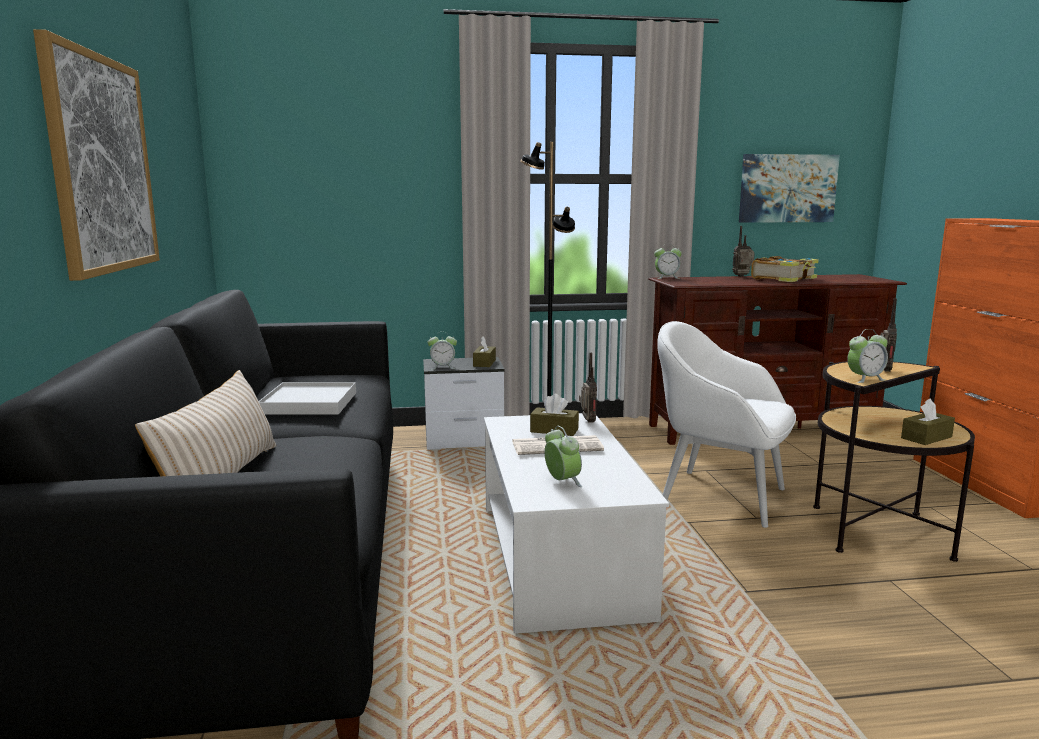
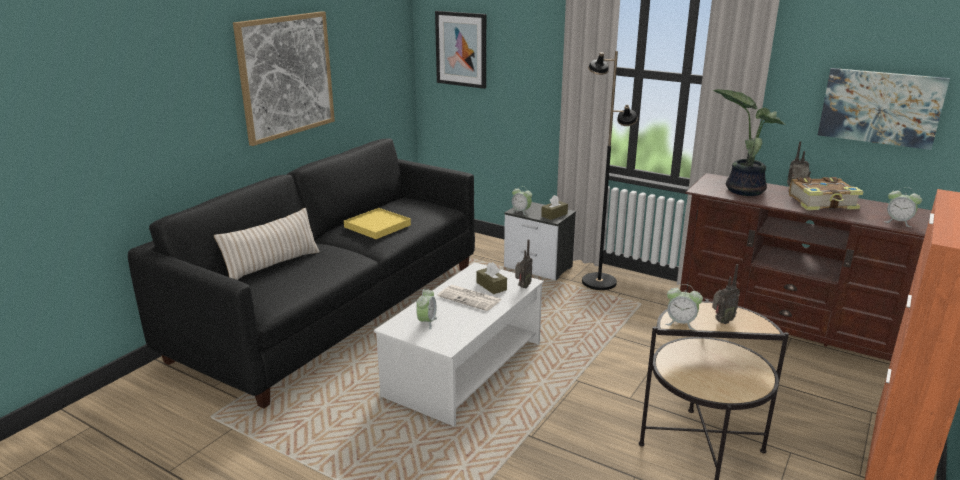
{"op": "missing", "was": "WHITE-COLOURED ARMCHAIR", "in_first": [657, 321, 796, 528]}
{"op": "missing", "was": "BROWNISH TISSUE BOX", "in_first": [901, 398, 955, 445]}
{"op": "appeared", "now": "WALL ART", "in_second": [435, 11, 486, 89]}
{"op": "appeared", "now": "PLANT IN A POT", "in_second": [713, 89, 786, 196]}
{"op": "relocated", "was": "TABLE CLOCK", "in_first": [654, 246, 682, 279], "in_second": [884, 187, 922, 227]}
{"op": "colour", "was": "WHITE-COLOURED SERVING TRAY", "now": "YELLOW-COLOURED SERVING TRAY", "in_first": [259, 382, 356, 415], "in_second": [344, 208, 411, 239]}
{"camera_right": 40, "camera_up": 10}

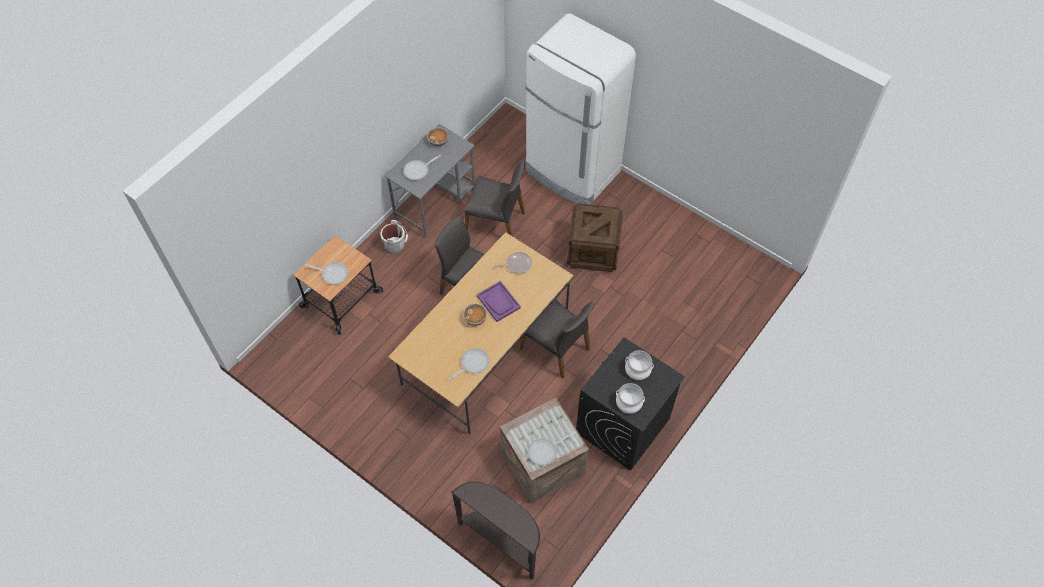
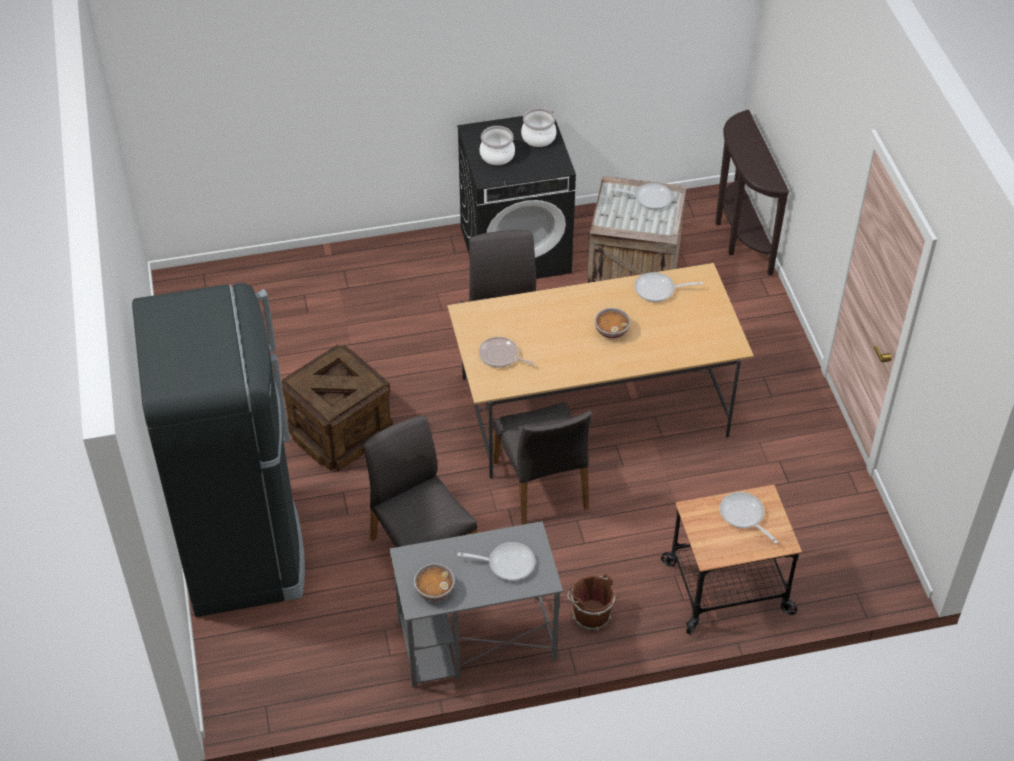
{"op": "missing", "was": "PURPLISH SERVING TRAY", "in_first": [477, 281, 521, 322]}
{"op": "colour", "was": "WHITE-COLOURED BUCKET", "now": "BROWNISH BUCKET", "in_first": [380, 220, 408, 254], "in_second": [568, 573, 615, 631]}
{"op": "colour", "was": "WHITE-COLOURED KITCHEN FRIDGE", "now": "BLACK-COLOURED KITCHEN FRIDGE", "in_first": [525, 13, 636, 204], "in_second": [132, 283, 305, 617]}
{"camera_right": -140, "camera_up": -10}

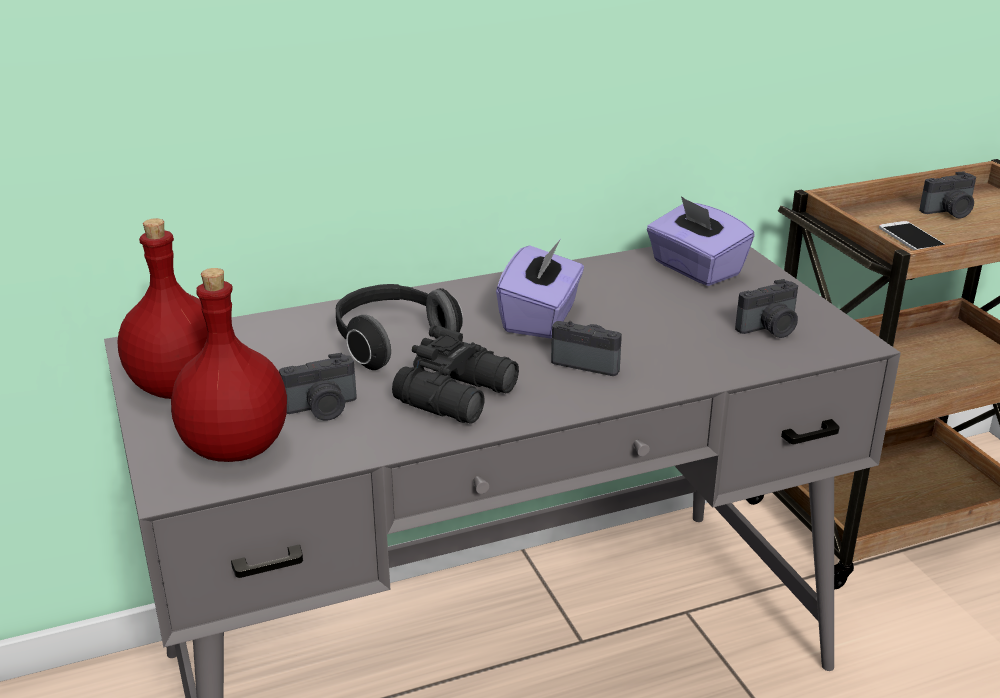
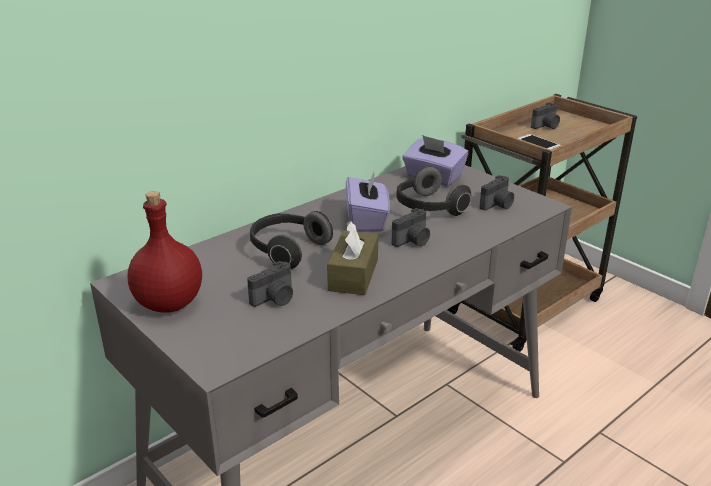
{"op": "missing", "was": "RED BOTTLE", "in_first": [171, 268, 287, 462]}
{"op": "appeared", "now": "PAIR OF HEADPHONES", "in_second": [396, 166, 471, 216]}
{"op": "exchanged", "was": "BLACK-COLOURED BINOCULARS", "now": "BROWNISH TISSUE BOX", "in_first": [392, 325, 519, 424], "in_second": [327, 220, 378, 295]}
{"op": "spun", "was": "PHOTO CAMERA", "in_first": [551, 321, 622, 376], "in_second": [392, 208, 430, 247], "clockwise": 135}
{"camera_right": -20, "camera_up": 0}

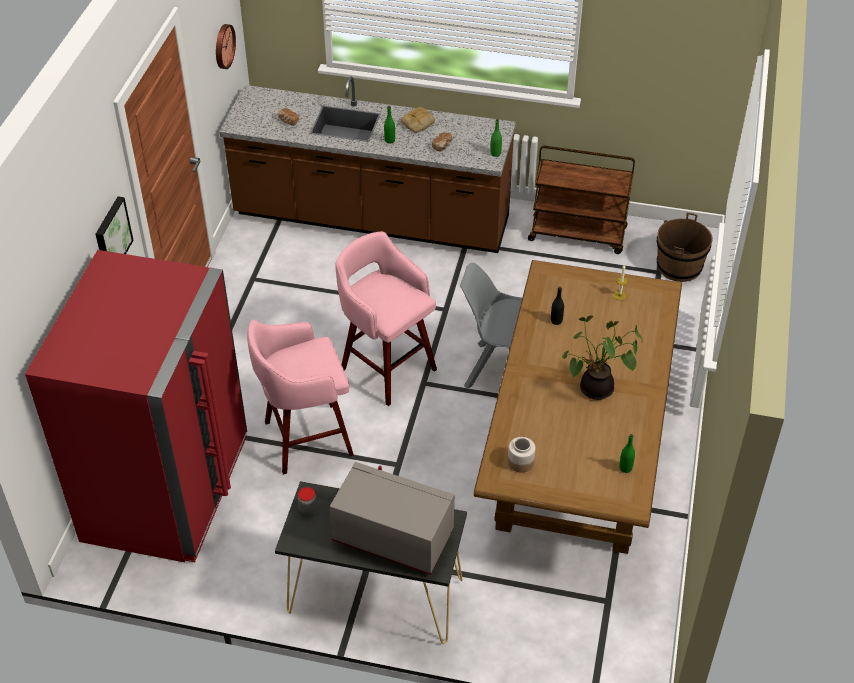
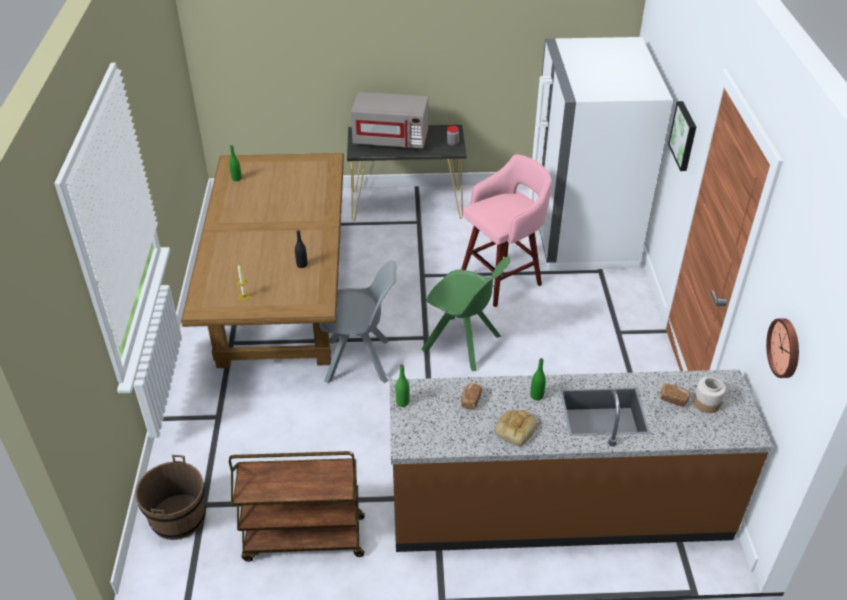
{"op": "missing", "was": "PLANT IN A POT", "in_first": [562, 315, 643, 400]}
{"op": "relocated", "was": "JAR", "in_first": [508, 437, 535, 473], "in_second": [693, 377, 726, 413]}
{"op": "exchanged", "was": "PINKISH STOOL", "now": "GREEN-COLOURED CHAIR", "in_first": [335, 231, 437, 406], "in_second": [422, 257, 510, 371]}
{"op": "colour", "was": "RED KITCHEN FRIDGE", "now": "WHITE-COLOURED KITCHEN FRIDGE", "in_first": [25, 250, 247, 562], "in_second": [529, 37, 673, 270]}
{"camera_right": 165, "camera_up": -5}

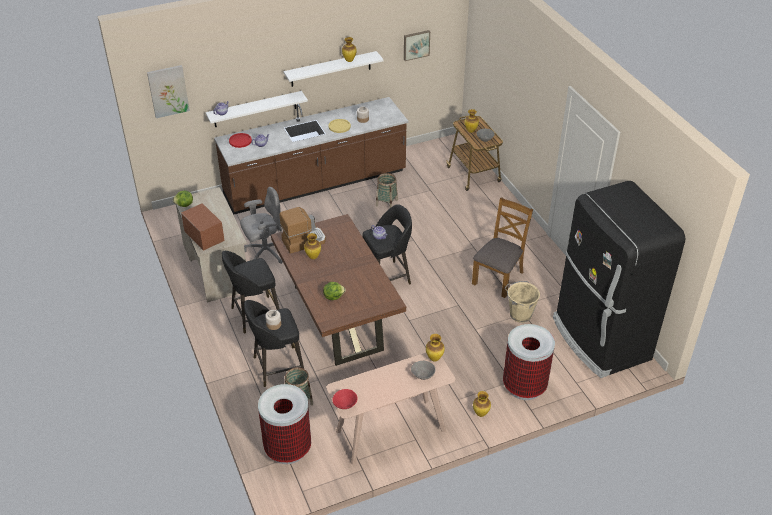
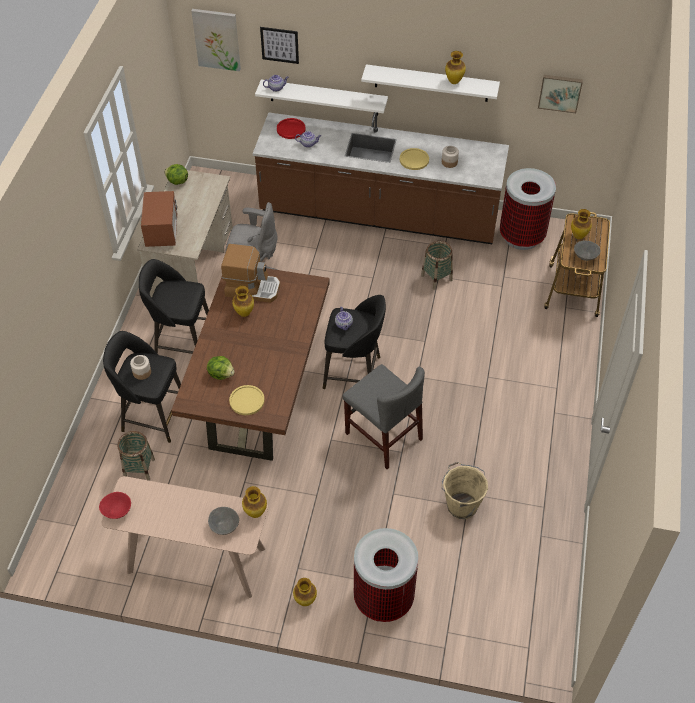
{"op": "missing", "was": "BROWNISH CHAIR", "in_first": [472, 197, 533, 298]}
{"op": "missing", "was": "BLACK-COLOURED KITCHEN FRIDGE", "in_first": [553, 181, 685, 378]}
{"op": "appeared", "now": "YELLOW-COLOURED DINNER PLATE", "in_second": [229, 385, 265, 415]}
{"op": "appeared", "now": "WALL ART", "in_second": [260, 27, 299, 64]}
{"op": "appeared", "now": "GREY CHAIR", "in_second": [343, 364, 425, 469]}
{"op": "relocated", "was": "TRASH CAN", "in_first": [258, 384, 311, 464], "in_second": [500, 168, 556, 250]}
{"camera_right": 35, "camera_up": 10}

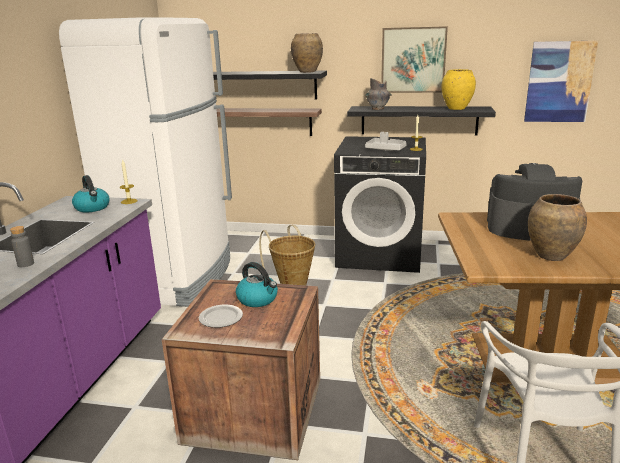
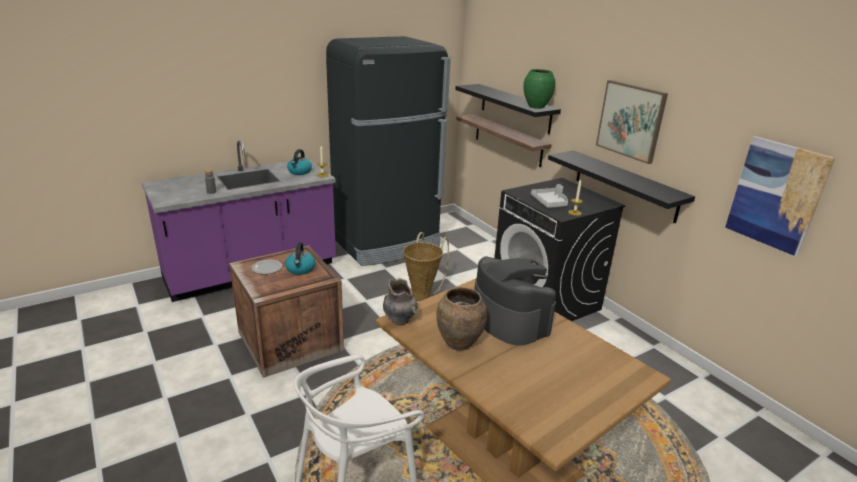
{"op": "missing", "was": "YELLOW-COLOURED VASE", "in_first": [442, 69, 476, 110]}
{"op": "relocated", "was": "GREY VASE", "in_first": [365, 78, 392, 110], "in_second": [383, 278, 418, 325]}
{"op": "colour", "was": "WHITE-COLOURED KITCHEN FRIDGE", "now": "BLACK-COLOURED KITCHEN FRIDGE", "in_first": [59, 17, 232, 307], "in_second": [326, 36, 451, 266]}
{"op": "colour", "was": "BROWNISH VASE", "now": "GREEN-COLOURED VASE", "in_first": [291, 33, 323, 73], "in_second": [523, 69, 555, 109]}
{"camera_right": 45, "camera_up": 5}

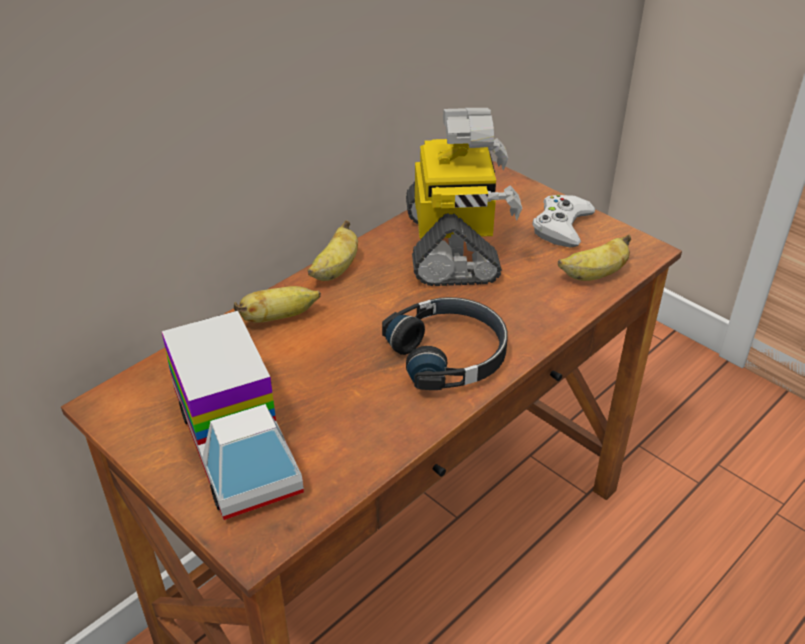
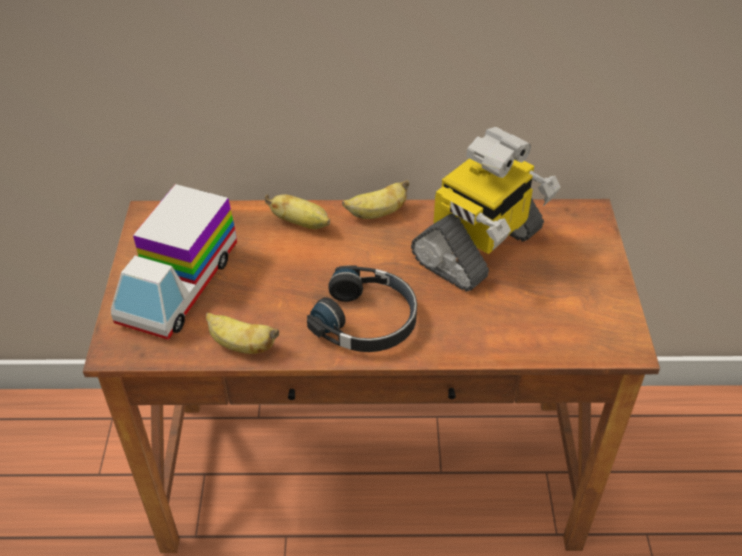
{"op": "missing", "was": "WHITE-COLOURED GAMEPAD", "in_first": [533, 195, 595, 248]}
{"op": "relocated", "was": "BANANA FRUIT", "in_first": [558, 234, 631, 281], "in_second": [206, 312, 279, 354]}
{"camera_right": 45, "camera_up": 5}

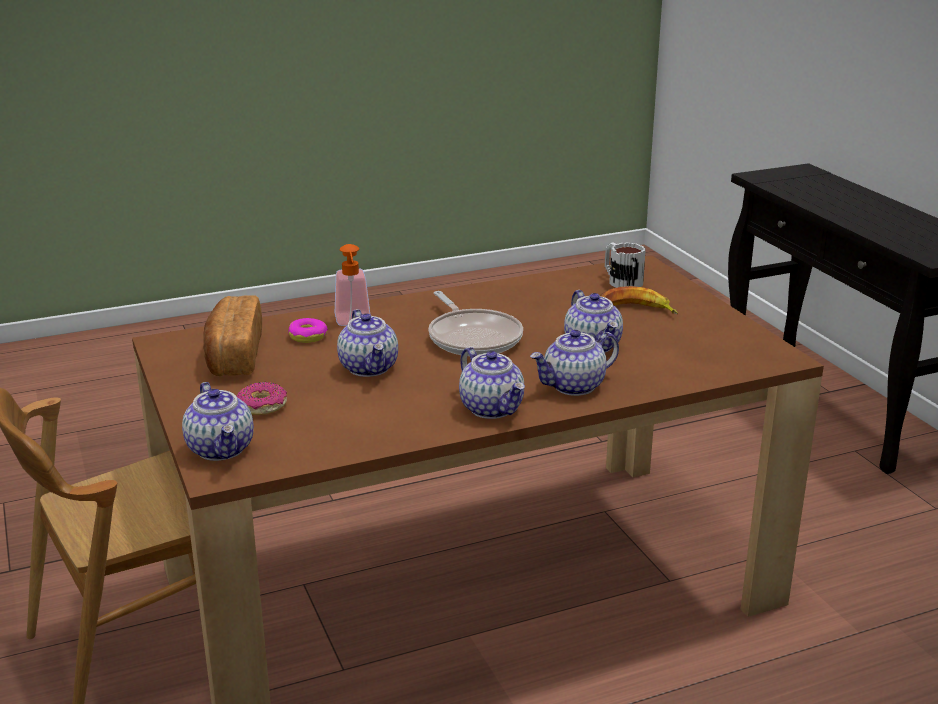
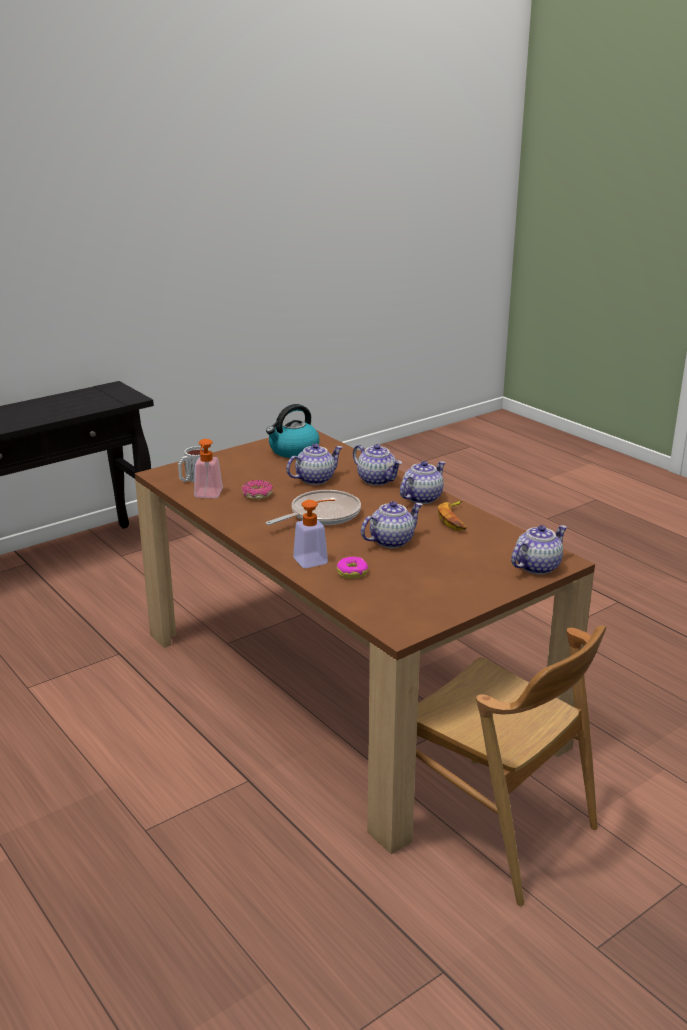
{"op": "missing", "was": "BAKERY BREAD", "in_first": [203, 295, 262, 376]}
{"op": "appeared", "now": "SOAP DISPENSER", "in_second": [194, 439, 223, 498]}
{"op": "appeared", "now": "WATER KETTLE", "in_second": [266, 404, 319, 458]}
{"op": "relocated", "was": "RING DOUGHNUT", "in_first": [237, 382, 287, 415], "in_second": [242, 480, 273, 500]}
{"op": "relocated", "was": "BANANA FRUIT", "in_first": [600, 286, 678, 314], "in_second": [438, 501, 467, 530]}
{"camera_right": -105, "camera_up": 0}

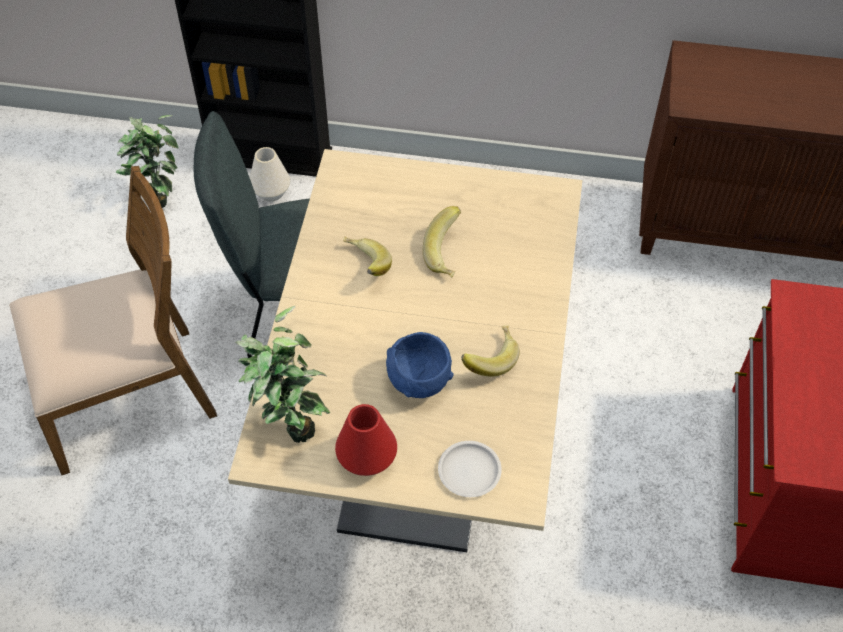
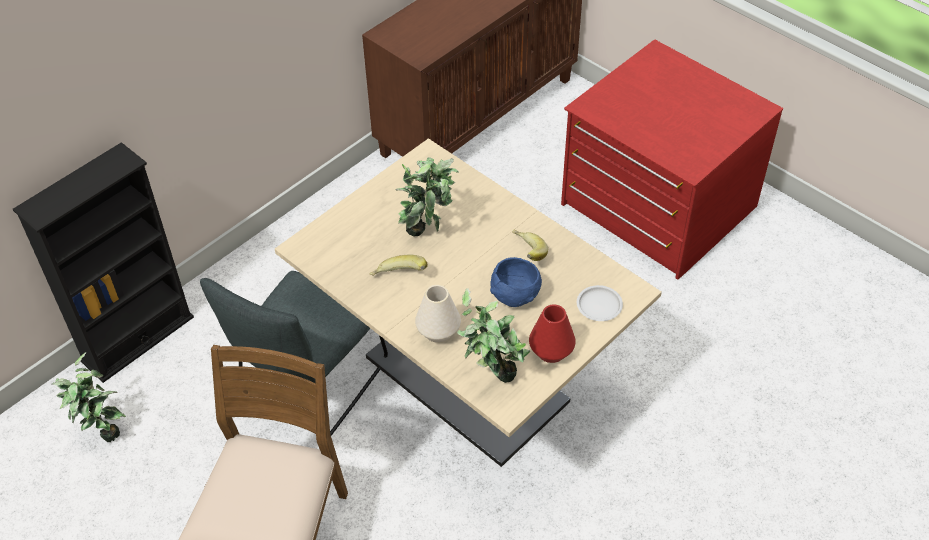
{"op": "relocated", "was": "WHITE-COLOURED VASE", "in_first": [250, 147, 290, 202], "in_second": [415, 285, 461, 343]}
{"op": "exchanged", "was": "BANANA FRUIT", "now": "PLANT IN A POT", "in_first": [423, 206, 461, 277], "in_second": [396, 157, 459, 236]}
{"camera_right": -55, "camera_up": -5}

